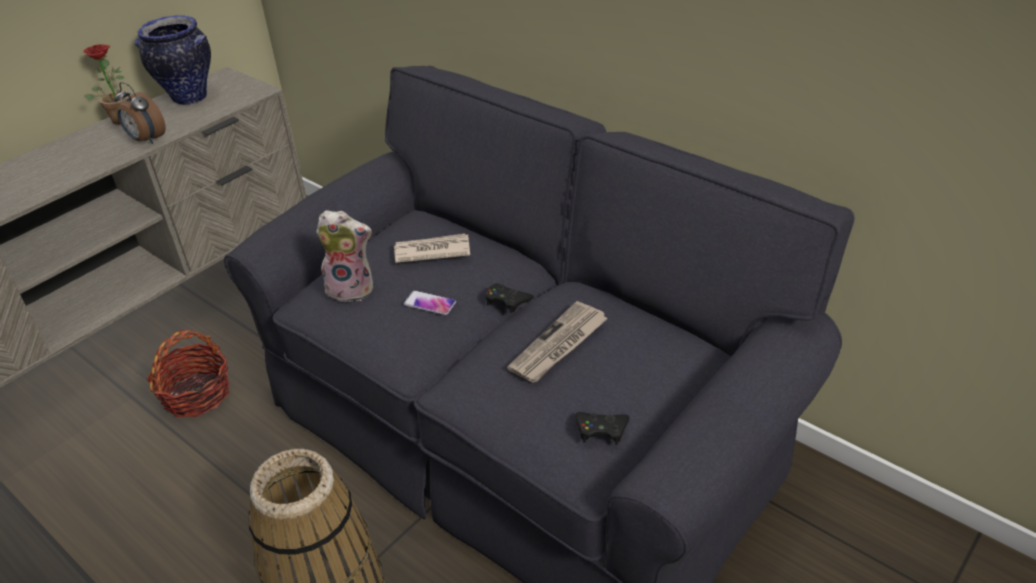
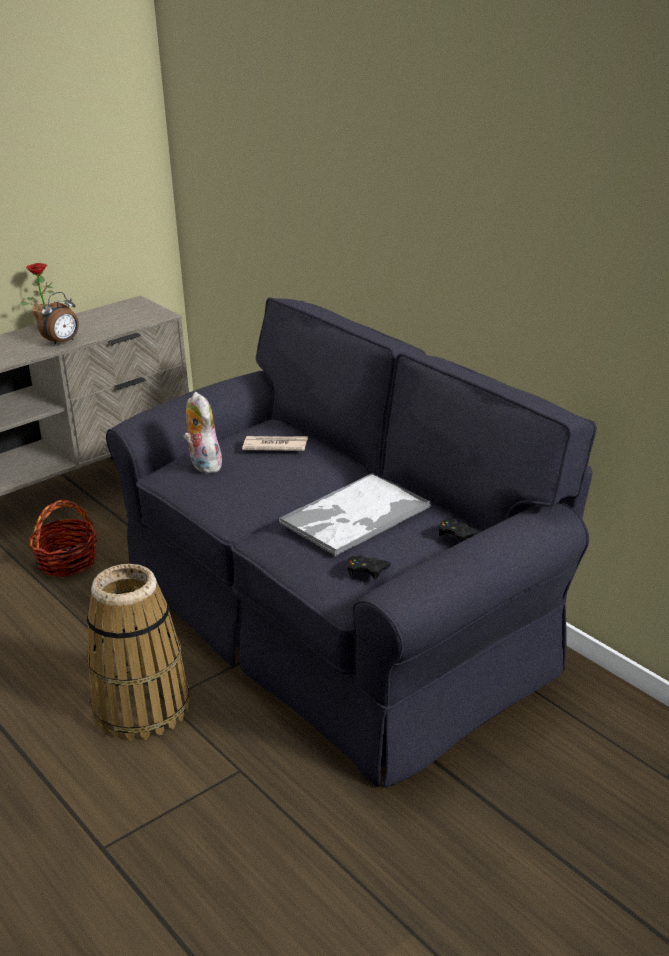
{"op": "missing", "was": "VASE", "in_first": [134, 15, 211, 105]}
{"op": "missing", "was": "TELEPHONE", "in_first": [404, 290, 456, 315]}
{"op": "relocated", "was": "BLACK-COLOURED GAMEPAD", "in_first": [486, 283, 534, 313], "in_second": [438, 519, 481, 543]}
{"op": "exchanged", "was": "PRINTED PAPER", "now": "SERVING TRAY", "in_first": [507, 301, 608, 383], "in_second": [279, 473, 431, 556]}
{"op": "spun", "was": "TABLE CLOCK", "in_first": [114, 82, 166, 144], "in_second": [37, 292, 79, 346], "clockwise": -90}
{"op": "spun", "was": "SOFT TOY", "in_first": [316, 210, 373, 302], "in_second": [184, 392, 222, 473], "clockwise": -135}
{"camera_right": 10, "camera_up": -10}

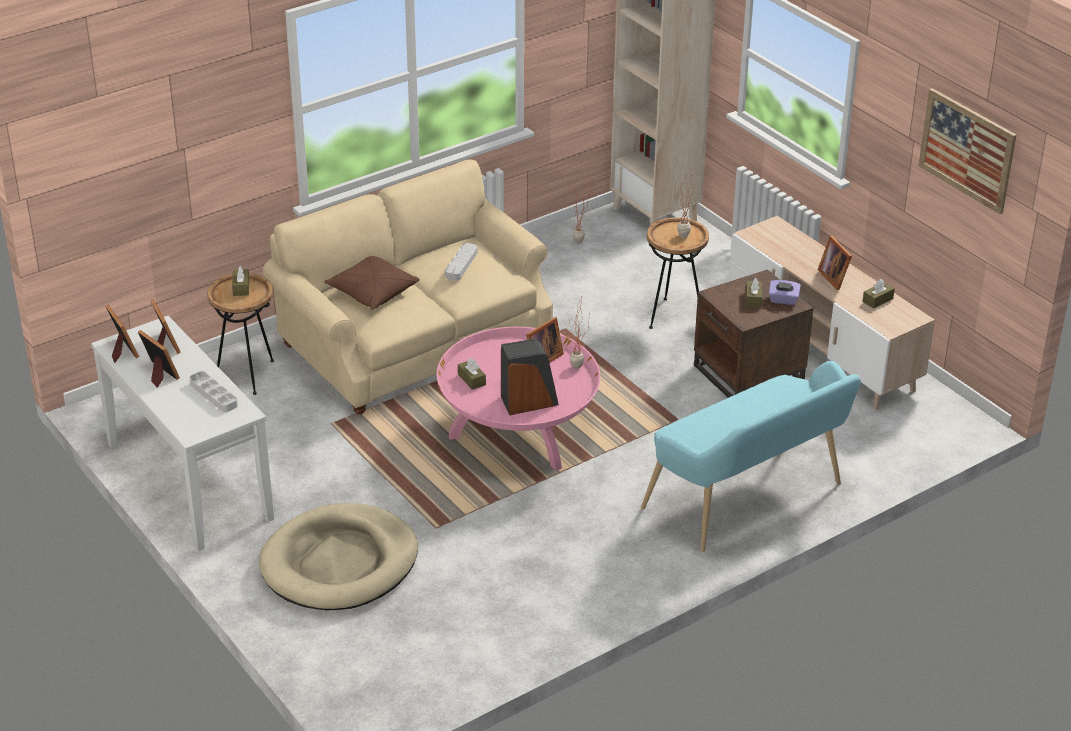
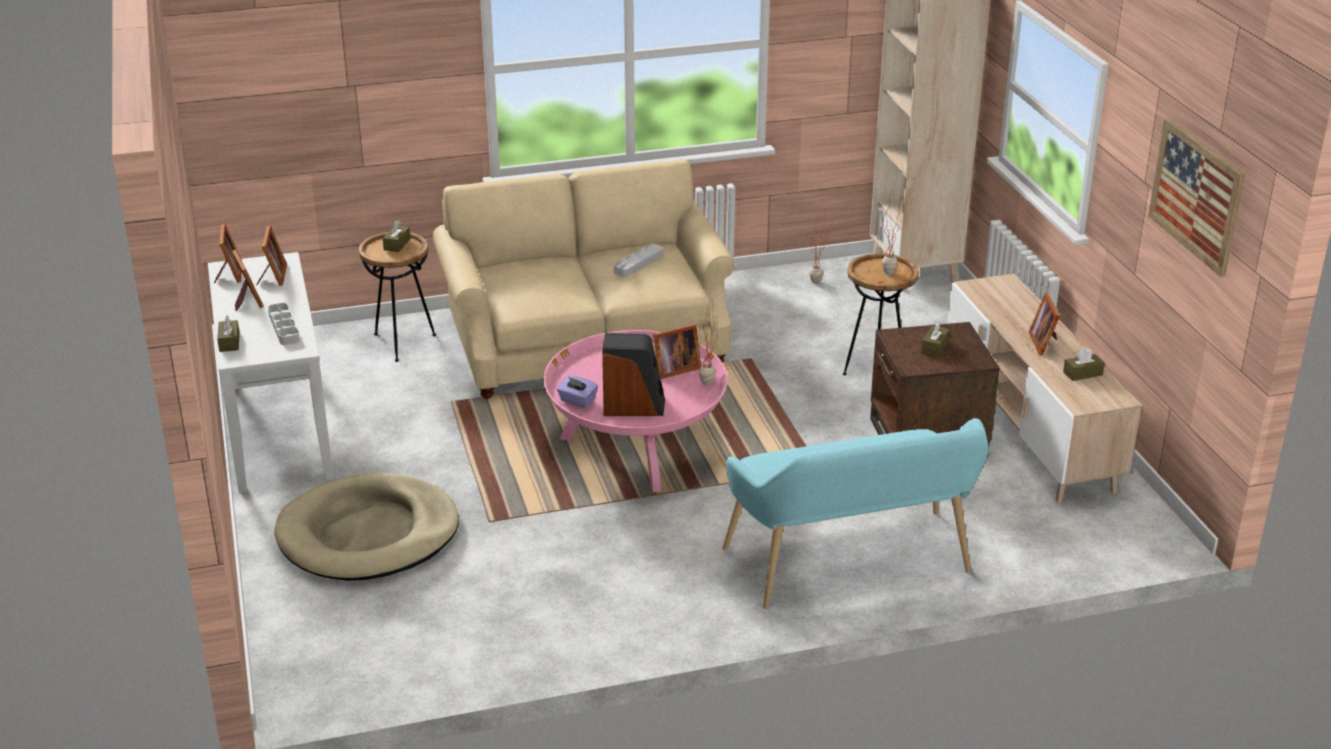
{"op": "missing", "was": "BROWNISH CUSHION", "in_first": [324, 256, 420, 310]}
{"op": "relocated", "was": "BROWNISH TISSUE BOX", "in_first": [458, 358, 486, 390], "in_second": [217, 316, 240, 352]}
{"op": "relocated", "was": "PURPLISH TISSUE BOX", "in_first": [769, 280, 801, 305], "in_second": [557, 376, 598, 408]}
{"camera_right": 20, "camera_up": -5}

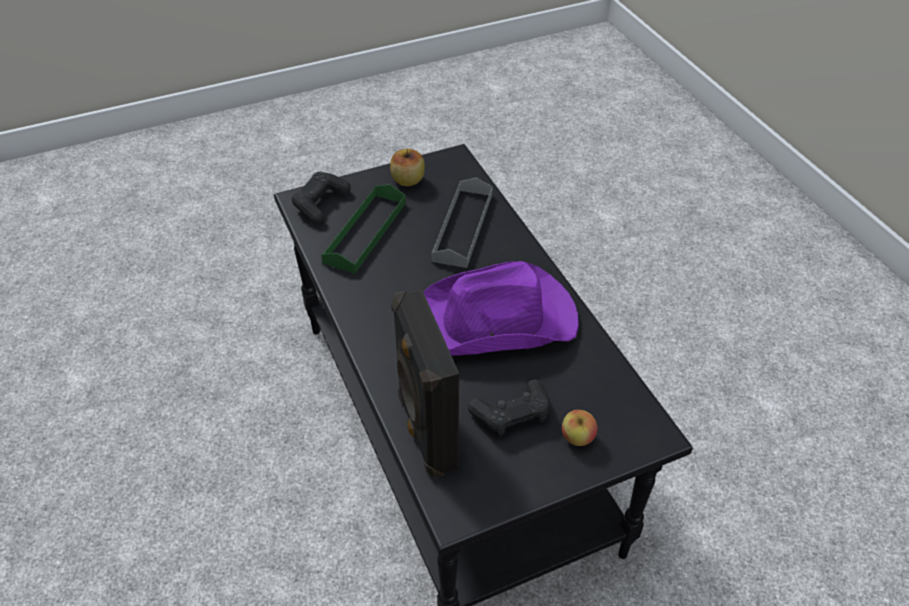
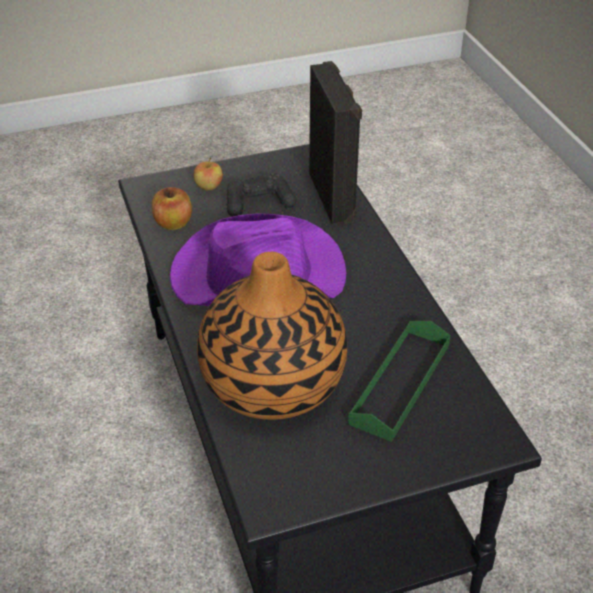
{"op": "missing", "was": "BLACK-COLOURED GAMEPAD", "in_first": [291, 172, 351, 224]}
{"op": "relocated", "was": "APPLE FRUIT", "in_first": [390, 149, 425, 186], "in_second": [152, 187, 192, 230]}
{"op": "exchanged", "was": "GREY SERVING TRAY", "now": "VASE", "in_first": [431, 178, 493, 268], "in_second": [197, 251, 347, 420]}
{"camera_right": -175, "camera_up": -5}

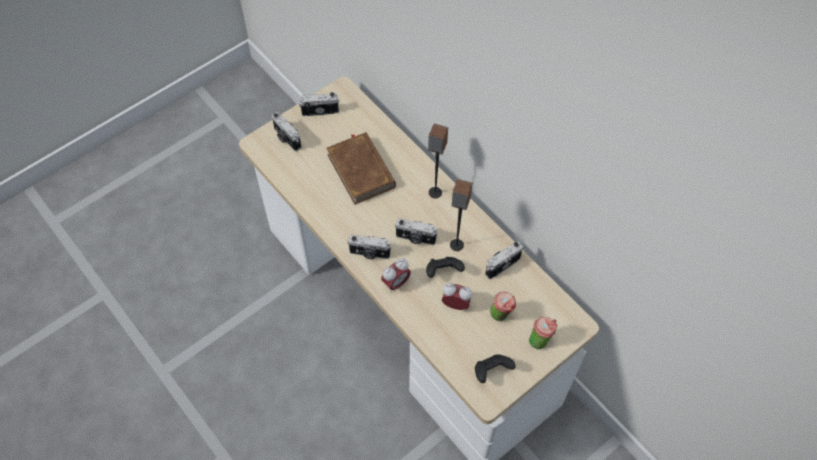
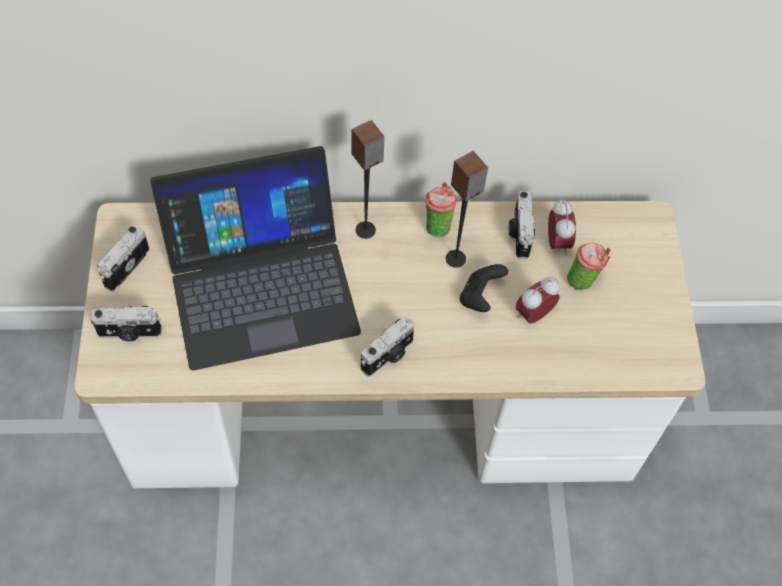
{"op": "missing", "was": "PHOTO CAMERA", "in_first": [395, 218, 438, 245]}
{"op": "missing", "was": "BLACK-COLOURED GAMEPAD", "in_first": [475, 354, 516, 383]}
{"op": "relocated", "was": "TABLE CLOCK", "in_first": [381, 258, 411, 293], "in_second": [548, 199, 576, 255]}
{"op": "relocated", "was": "SMALL CUP", "in_first": [529, 317, 558, 349], "in_second": [425, 182, 457, 238]}
{"op": "exchanged", "was": "BROWNISH BOUND BOOK", "now": "PORTABLE COMPUTER", "in_first": [327, 132, 396, 205], "in_second": [150, 146, 361, 371]}
{"camera_right": -55, "camera_up": 0}

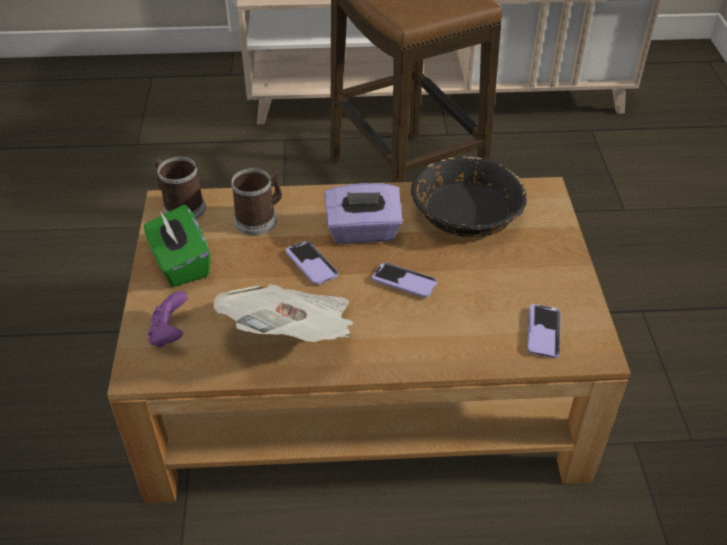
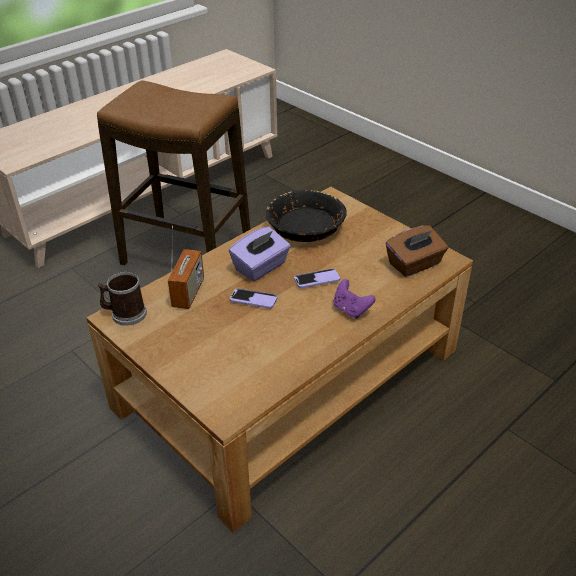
{"op": "missing", "was": "GREEN-COLOURED TISSUE BOX", "in_first": [144, 205, 210, 287]}
{"op": "missing", "was": "PRINTED PAPER", "in_first": [214, 284, 353, 342]}
{"op": "relocated", "was": "PURPLISH GAMEPAD", "in_first": [148, 291, 187, 348], "in_second": [334, 279, 376, 319]}
{"op": "exchanged", "was": "COFFEE MUG", "now": "RADIO SET", "in_first": [231, 168, 282, 235], "in_second": [168, 226, 204, 309]}
{"op": "exchanged", "was": "TELEPHONE", "now": "BROWNISH TISSUE BOX", "in_first": [527, 304, 561, 358], "in_second": [386, 225, 448, 277]}
{"camera_right": -40, "camera_up": -5}

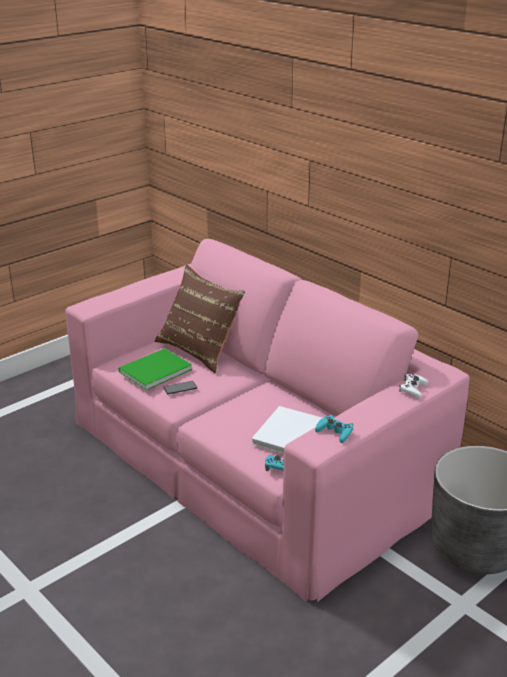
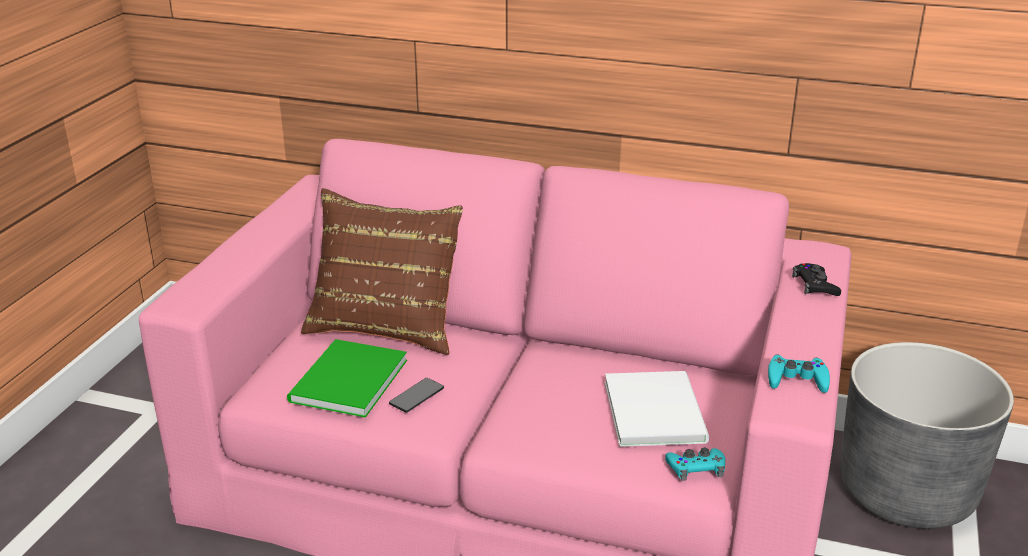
{"op": "colour", "was": "WHITE-COLOURED GAMEPAD", "now": "BLACK-COLOURED GAMEPAD", "in_first": [399, 374, 428, 399], "in_second": [792, 263, 841, 296]}
{"camera_right": -30, "camera_up": 0}

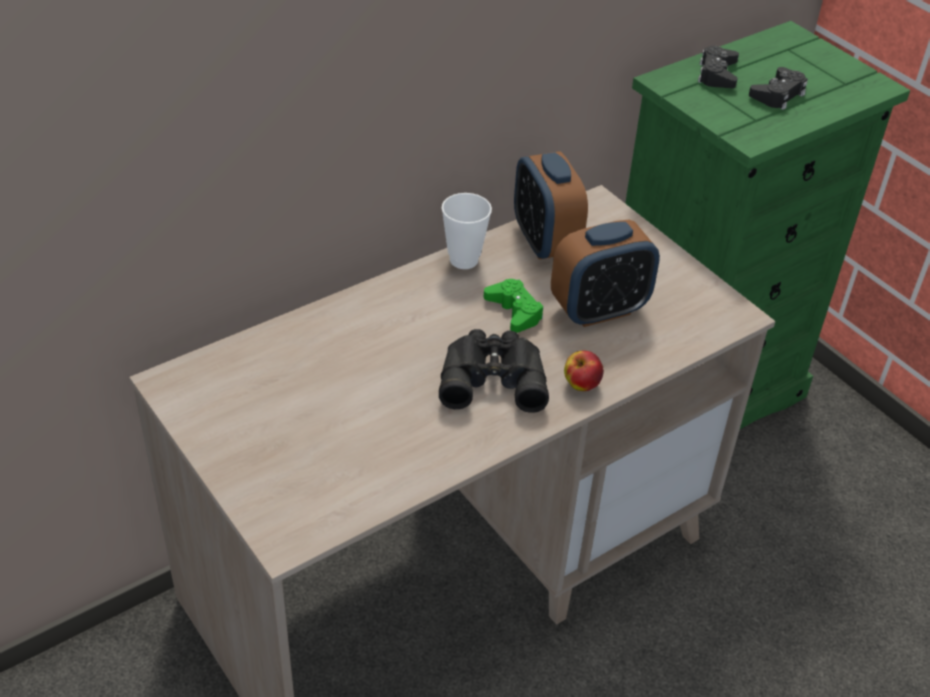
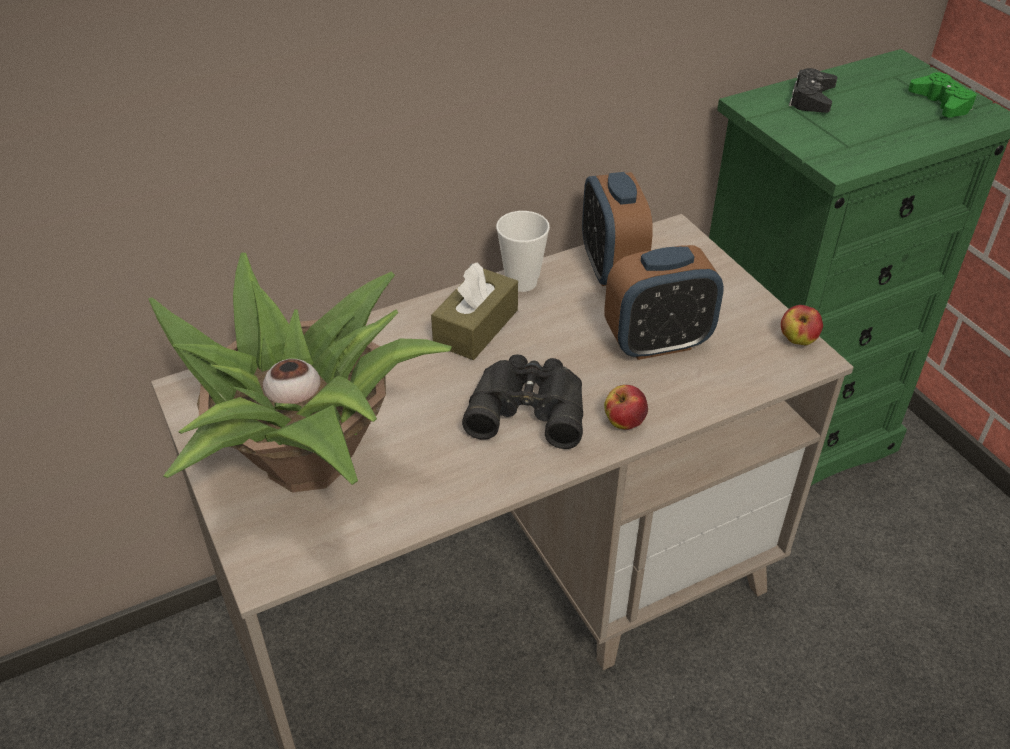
{"op": "missing", "was": "BLACK-COLOURED GAMEPAD", "in_first": [749, 67, 808, 110]}
{"op": "appeared", "now": "PLANT IN A POT", "in_second": [148, 253, 452, 493]}
{"op": "appeared", "now": "BROWNISH TISSUE BOX", "in_second": [431, 262, 518, 360]}
{"op": "appeared", "now": "APPLE FRUIT", "in_second": [781, 305, 823, 345]}
{"op": "relocated", "was": "GREEN-COLOURED GAMEPAD", "in_first": [484, 279, 543, 333], "in_second": [908, 72, 977, 117]}
{"camera_right": 10, "camera_up": 0}

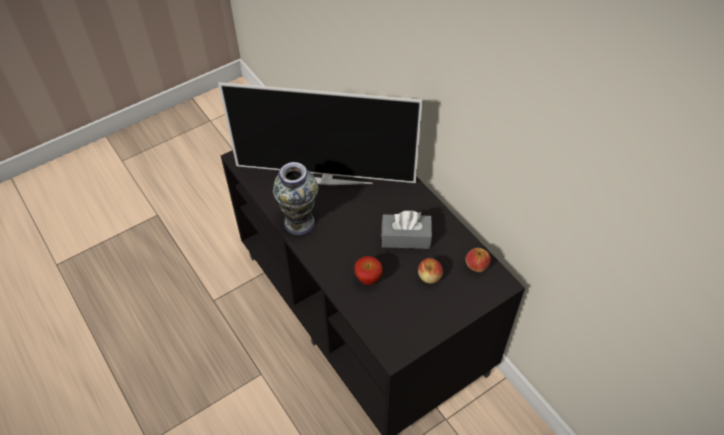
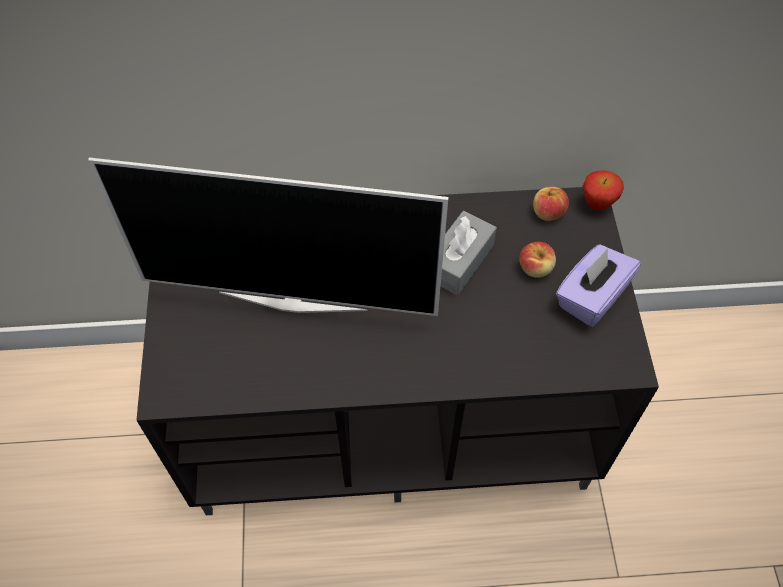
{"op": "missing", "was": "VASE", "in_first": [273, 162, 318, 235]}
{"op": "appeared", "now": "PURPLISH TISSUE BOX", "in_second": [556, 245, 641, 327]}
{"op": "relocated", "was": "APPLE FRUIT", "in_first": [354, 256, 383, 285], "in_second": [583, 170, 624, 211]}
{"op": "spun", "was": "TELEVISION", "in_first": [218, 82, 423, 185], "in_second": [88, 158, 448, 316], "clockwise": 60}
{"camera_right": -60, "camera_up": 5}

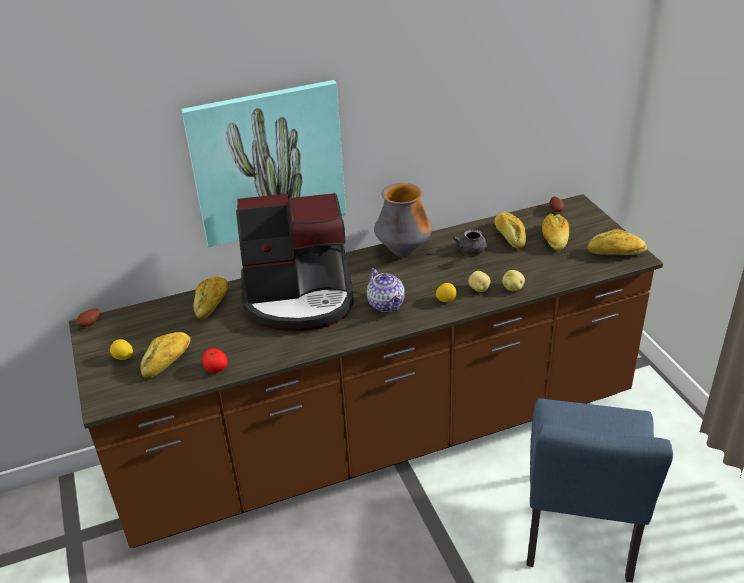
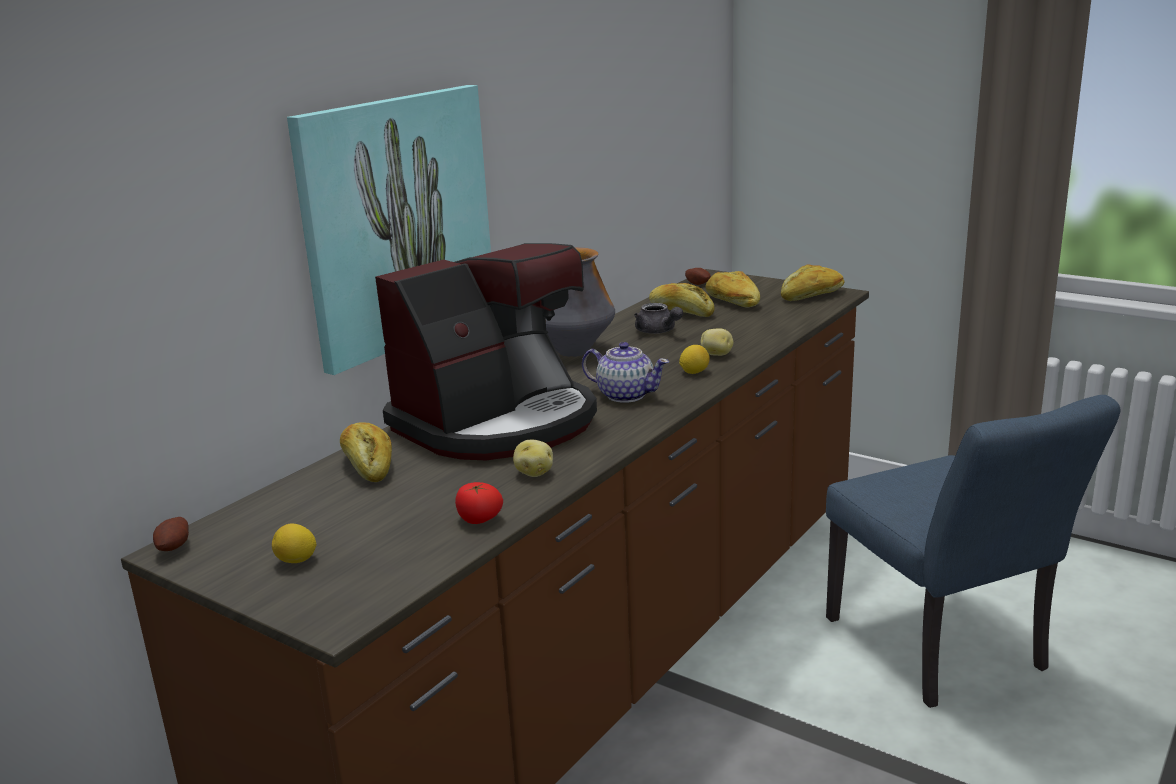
{"op": "missing", "was": "BAKERY BREAD", "in_first": [140, 332, 191, 378]}
{"op": "relocated", "was": "WHOLE POTATO", "in_first": [502, 270, 525, 291], "in_second": [513, 440, 553, 477]}
{"camera_right": -35, "camera_up": -15}

